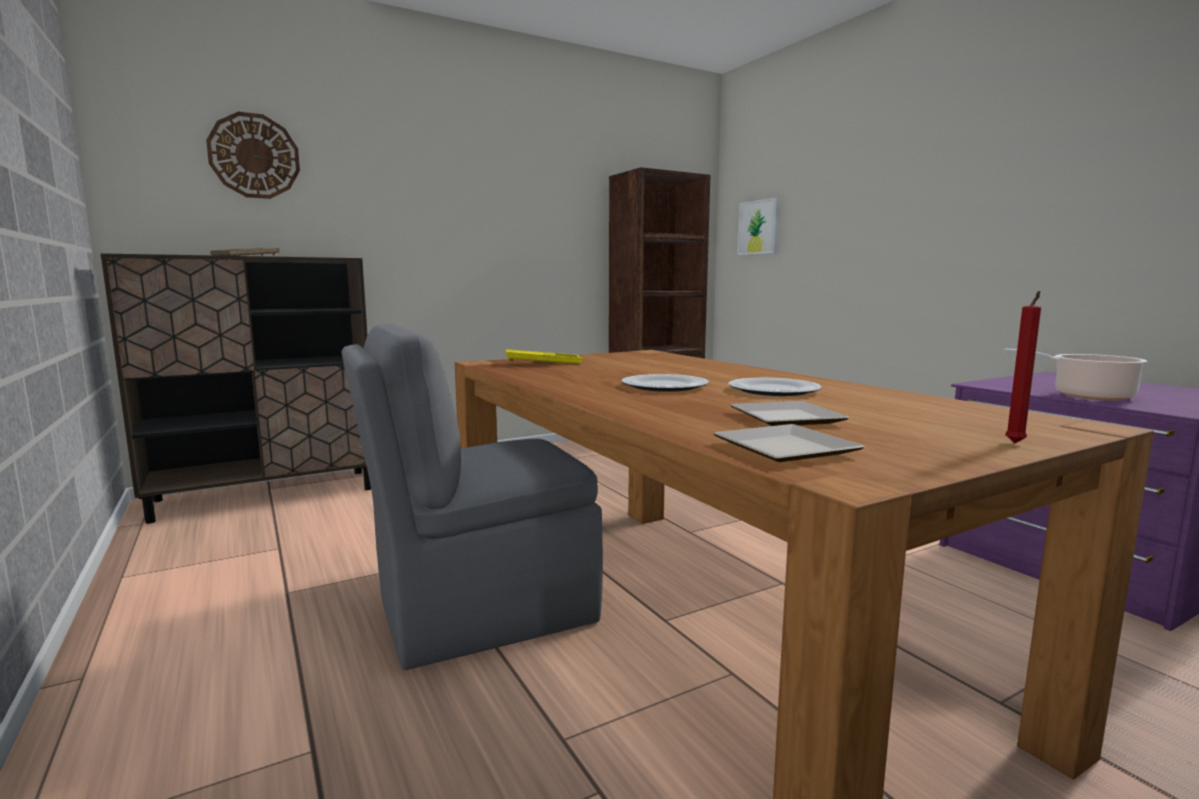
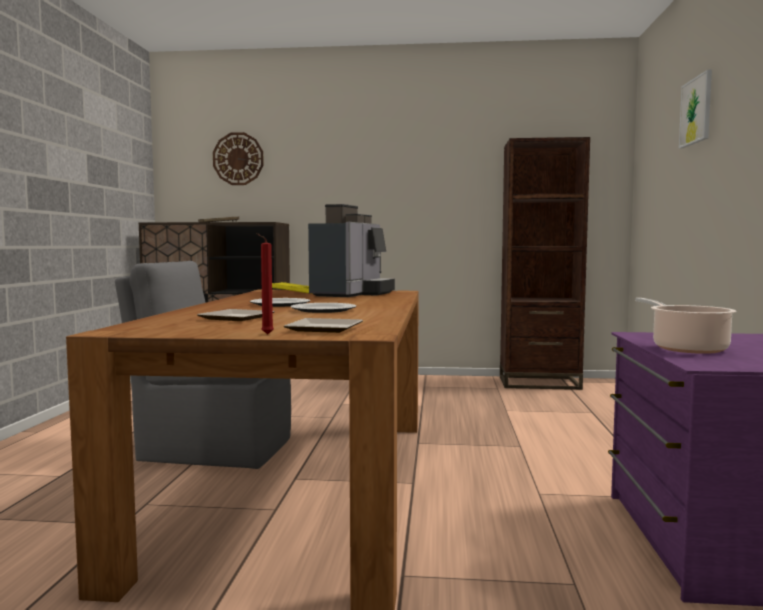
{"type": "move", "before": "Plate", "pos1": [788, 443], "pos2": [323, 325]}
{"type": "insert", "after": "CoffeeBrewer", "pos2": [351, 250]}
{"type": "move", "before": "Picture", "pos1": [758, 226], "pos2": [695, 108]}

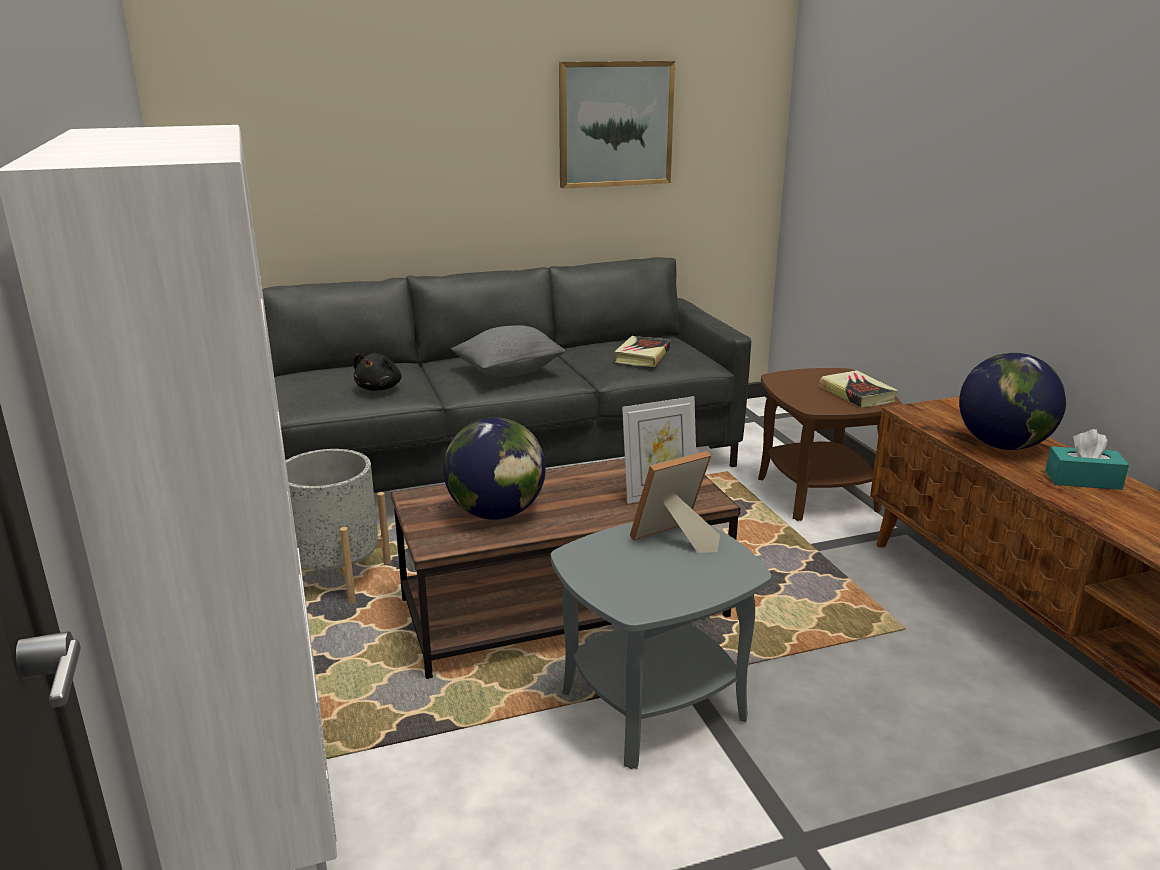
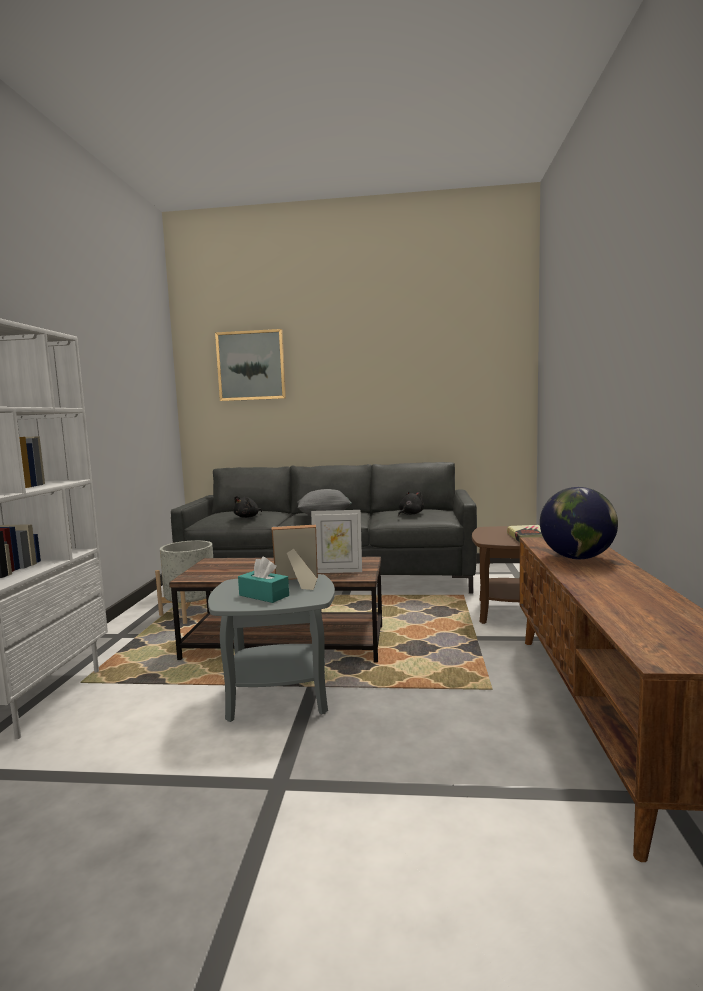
{"type": "move", "before": "Picture", "pos1": [617, 125], "pos2": [250, 365]}
{"type": "move", "before": "TurquoiseTissueBox", "pos1": [1087, 459], "pos2": [263, 580]}
{"type": "replace", "before": "Book", "after": "BlackColouredPlushToy", "pos1": [642, 351], "pos2": [411, 503]}
{"type": "delete", "before": "Globe", "pos1": [494, 468]}

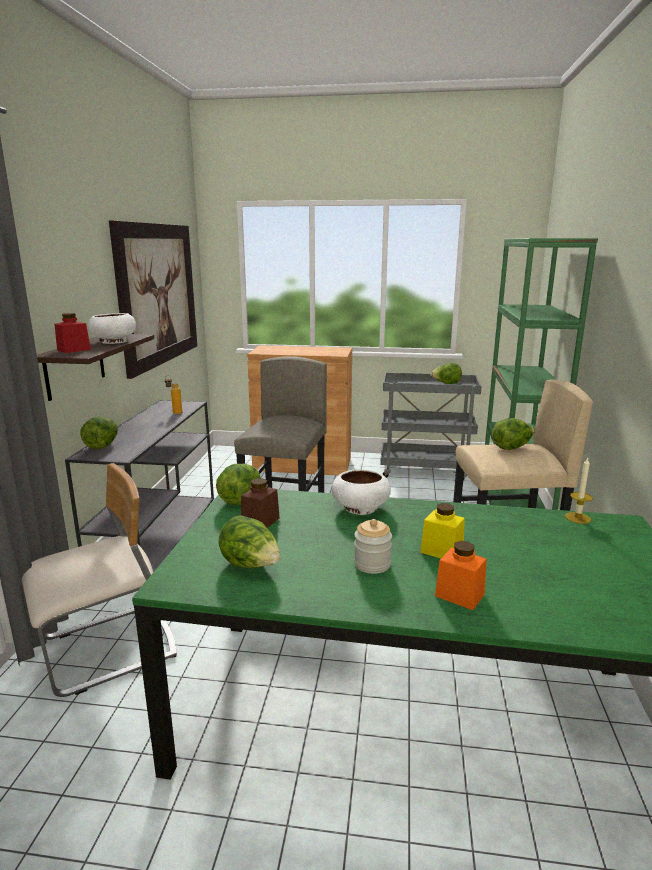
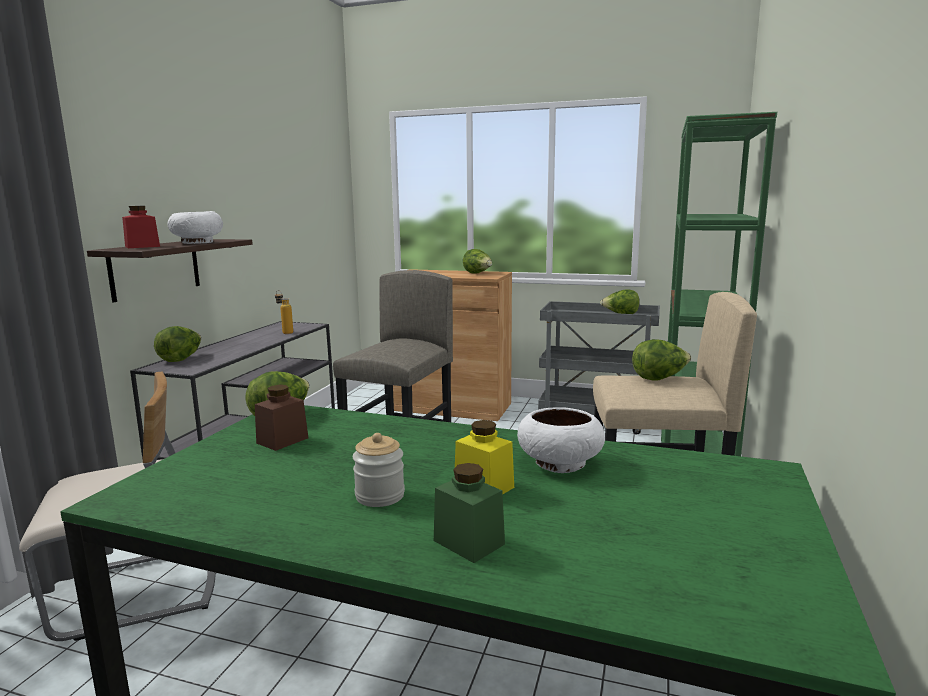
{"type": "recolor", "before": "OrangeStorageJar", "after": "GreenishStorageJar", "pos1": [461, 575], "pos2": [469, 513]}
{"type": "move", "before": "LettuceHead", "pos1": [250, 541], "pos2": [477, 261]}
{"type": "move", "before": "WhiteColouredBowl", "pos1": [361, 492], "pos2": [561, 440]}
{"type": "delete", "before": "Picture", "pos1": [153, 300]}
{"type": "delete", "before": "WaxCandle", "pos1": [579, 491]}

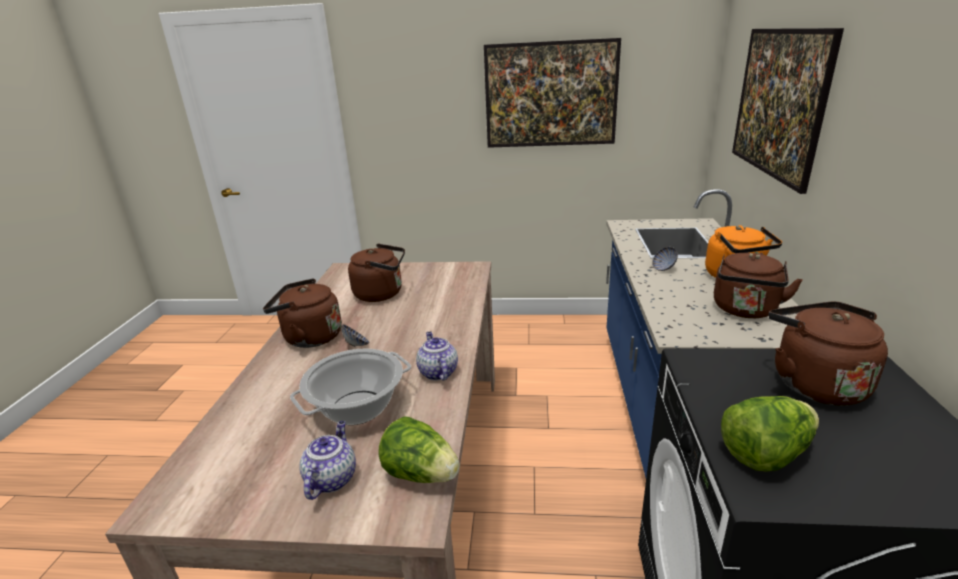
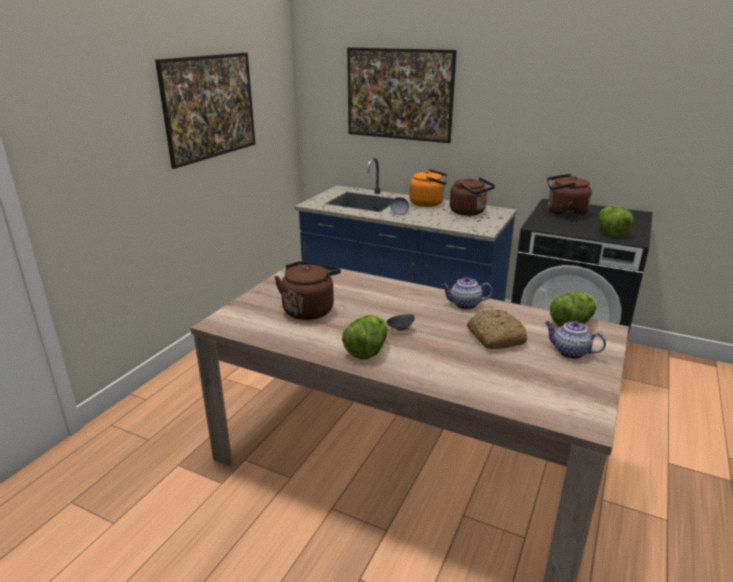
{"type": "replace", "before": "BrownColouredKettle", "after": "LettuceHead", "pos1": [302, 313], "pos2": [365, 337]}
{"type": "replace", "before": "CookingPot", "after": "Bread", "pos1": [350, 386], "pos2": [497, 329]}

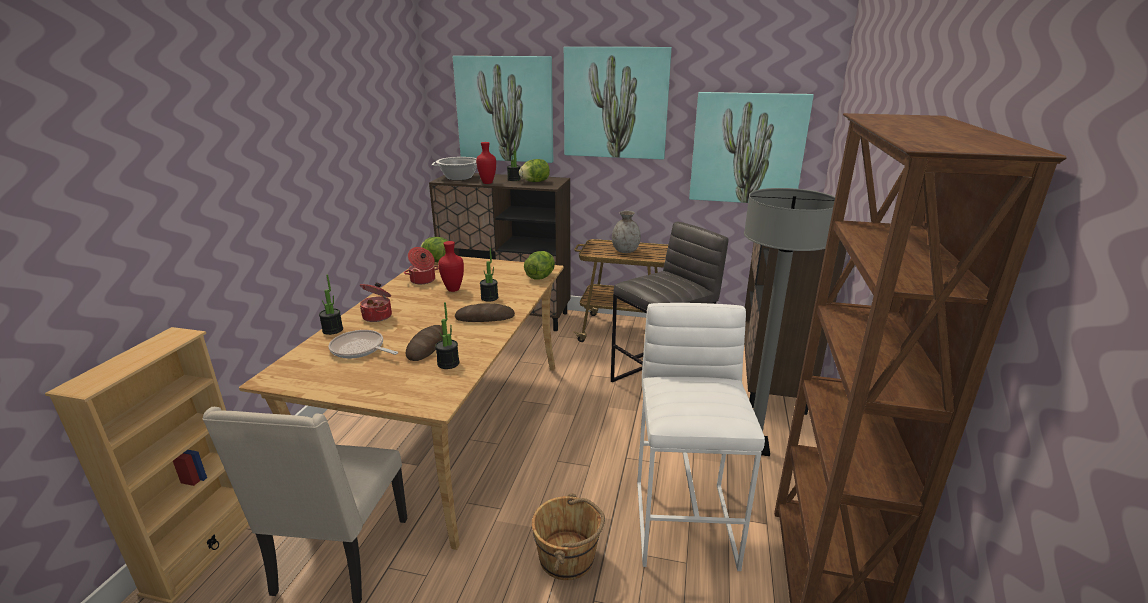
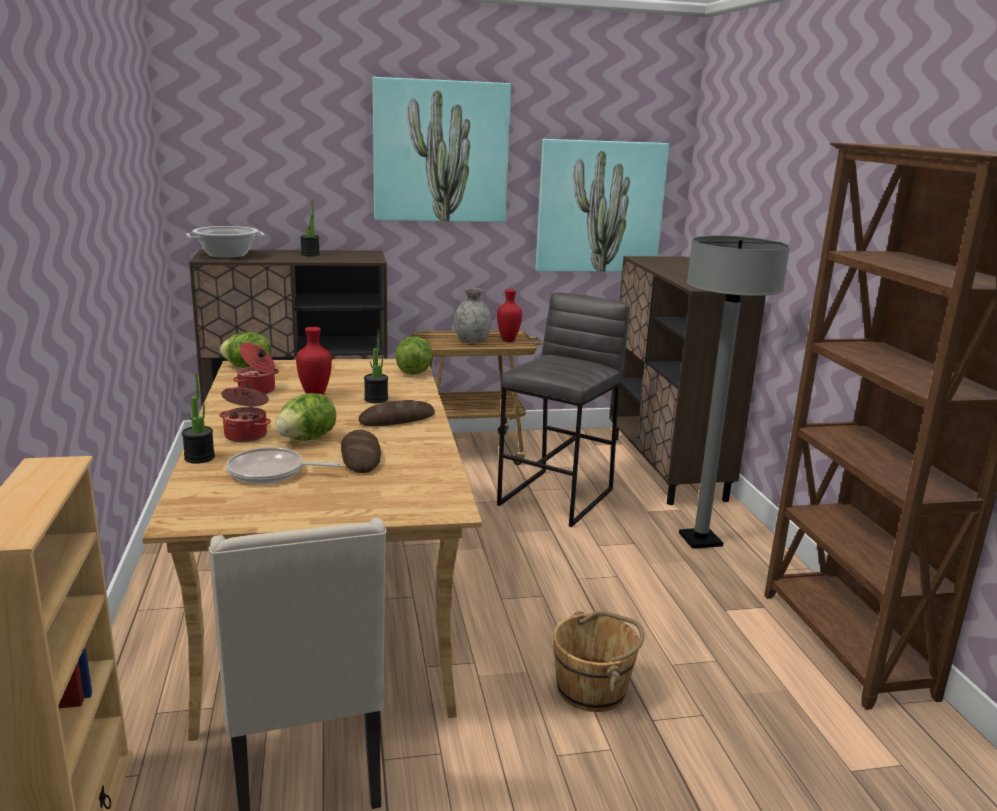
{"type": "move", "before": "LettuceHead", "pos1": [534, 170], "pos2": [305, 417]}
{"type": "move", "before": "ReddishDecorativeVase", "pos1": [486, 163], "pos2": [509, 315]}
{"type": "delete", "before": "Houseplant", "pos1": [447, 335]}
{"type": "delete", "before": "Picture", "pos1": [503, 109]}
{"type": "delete", "before": "WhiteColouredStool", "pos1": [701, 437]}

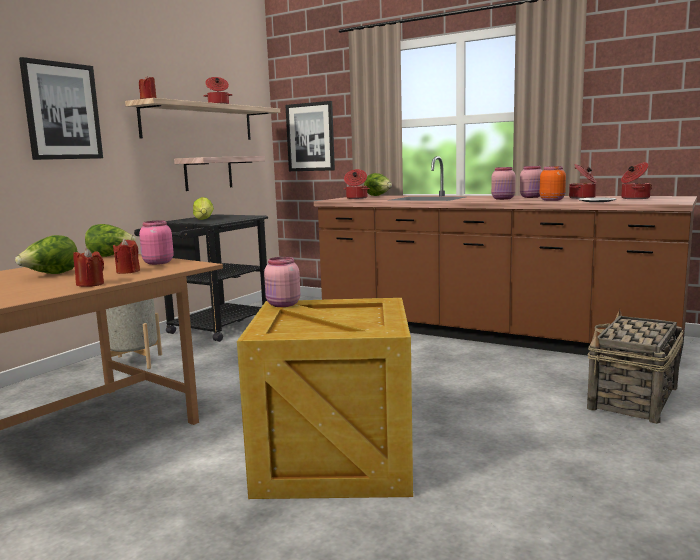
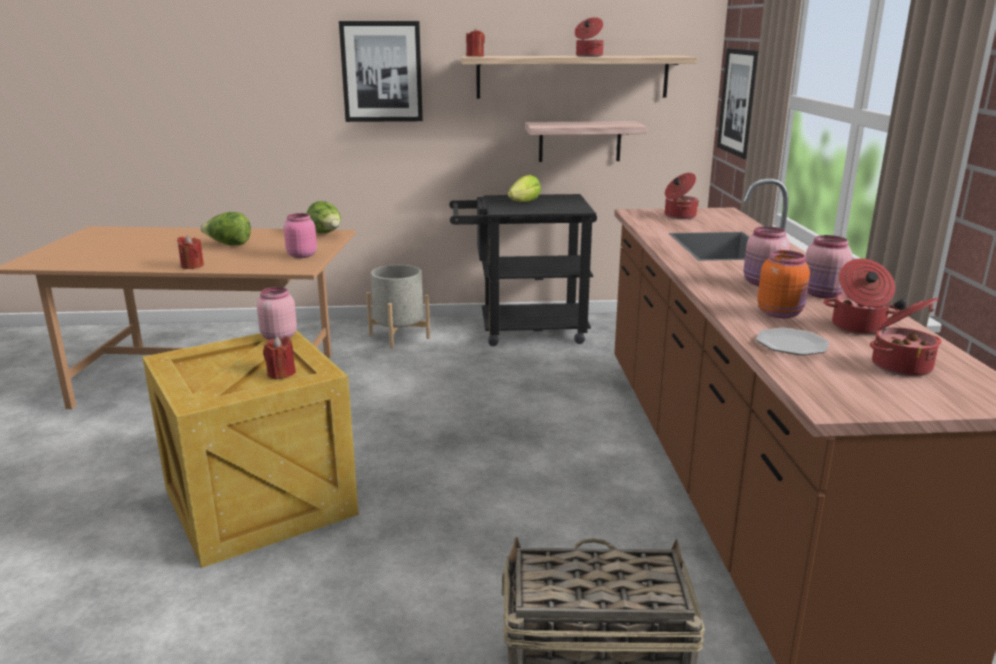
{"type": "move", "before": "ReddishWaxCandle", "pos1": [126, 256], "pos2": [279, 358]}
{"type": "delete", "before": "LettuceHead", "pos1": [378, 184]}

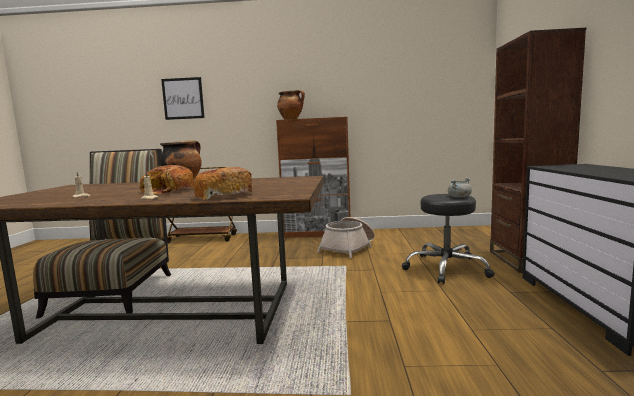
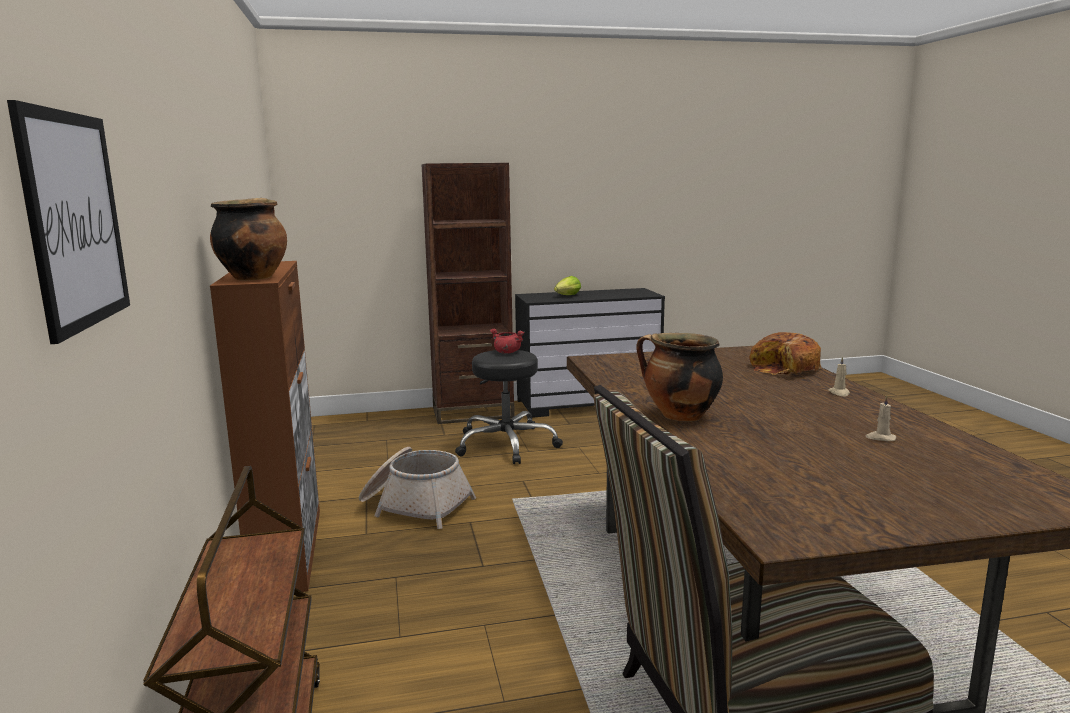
{"type": "recolor", "before": "GreyCookingPot", "after": "ReddishCookingPot", "pos1": [460, 187], "pos2": [507, 341]}
{"type": "insert", "after": "LettuceHead", "pos2": [567, 285]}
{"type": "delete", "before": "Bread", "pos1": [167, 179]}

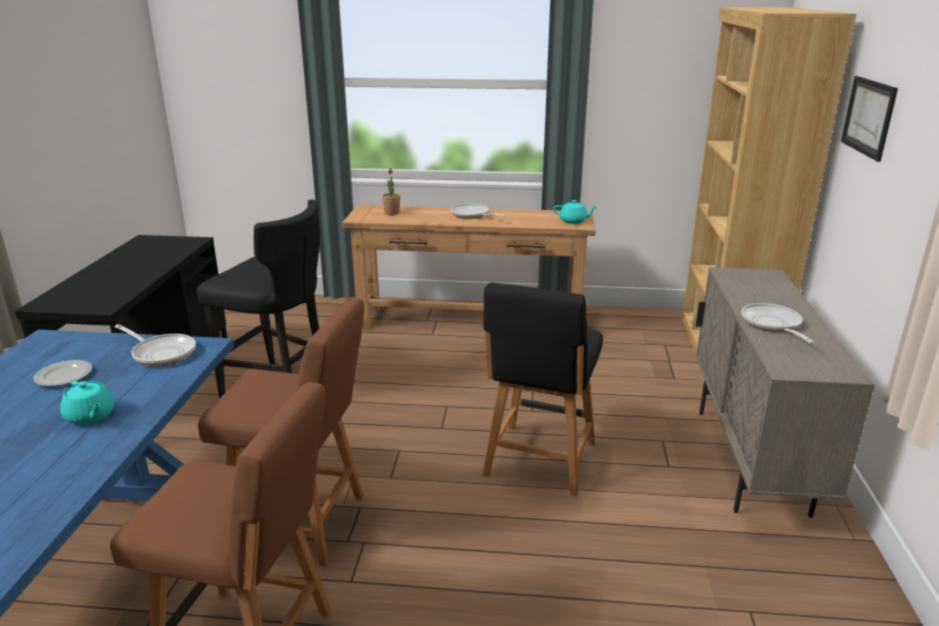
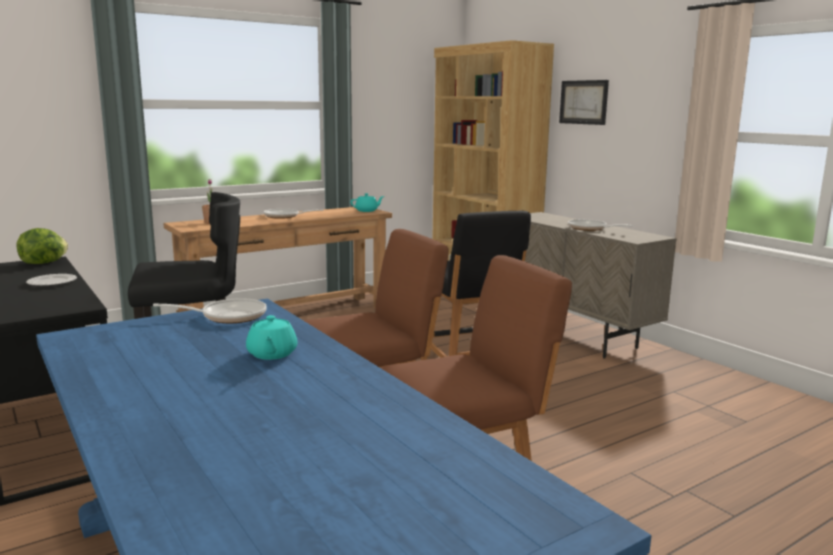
{"type": "insert", "after": "LettuceHead", "pos2": [42, 246]}
{"type": "move", "before": "Plate", "pos1": [63, 373], "pos2": [51, 280]}
{"type": "rotate", "before": "TurquoiseTeapot", "pos1": [87, 403], "pos2": [272, 337], "turn": 75}

